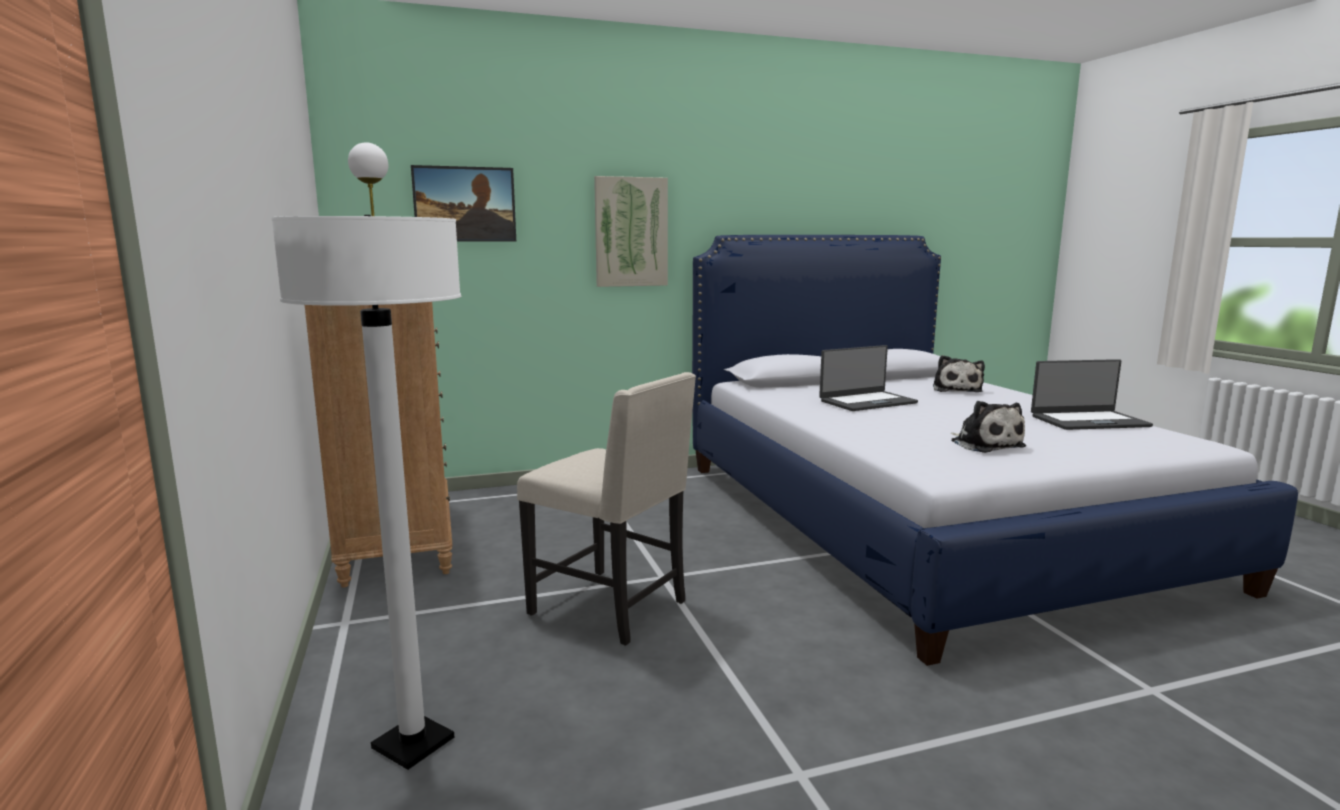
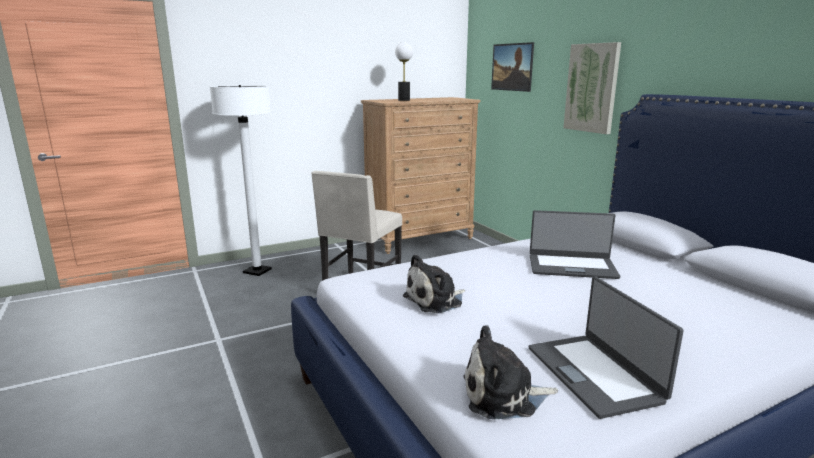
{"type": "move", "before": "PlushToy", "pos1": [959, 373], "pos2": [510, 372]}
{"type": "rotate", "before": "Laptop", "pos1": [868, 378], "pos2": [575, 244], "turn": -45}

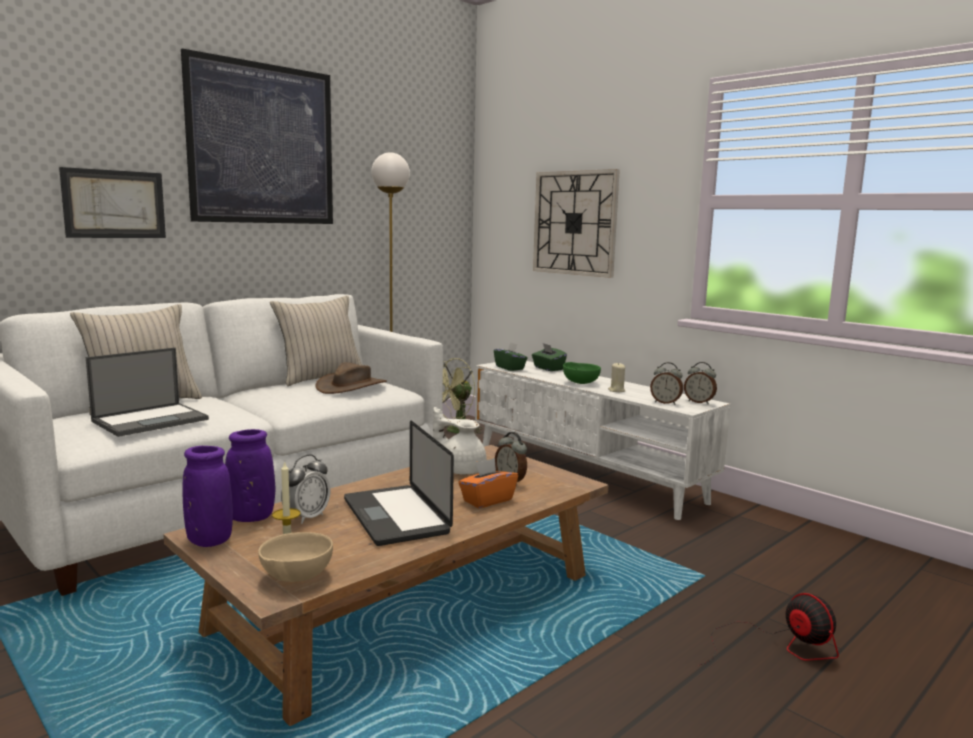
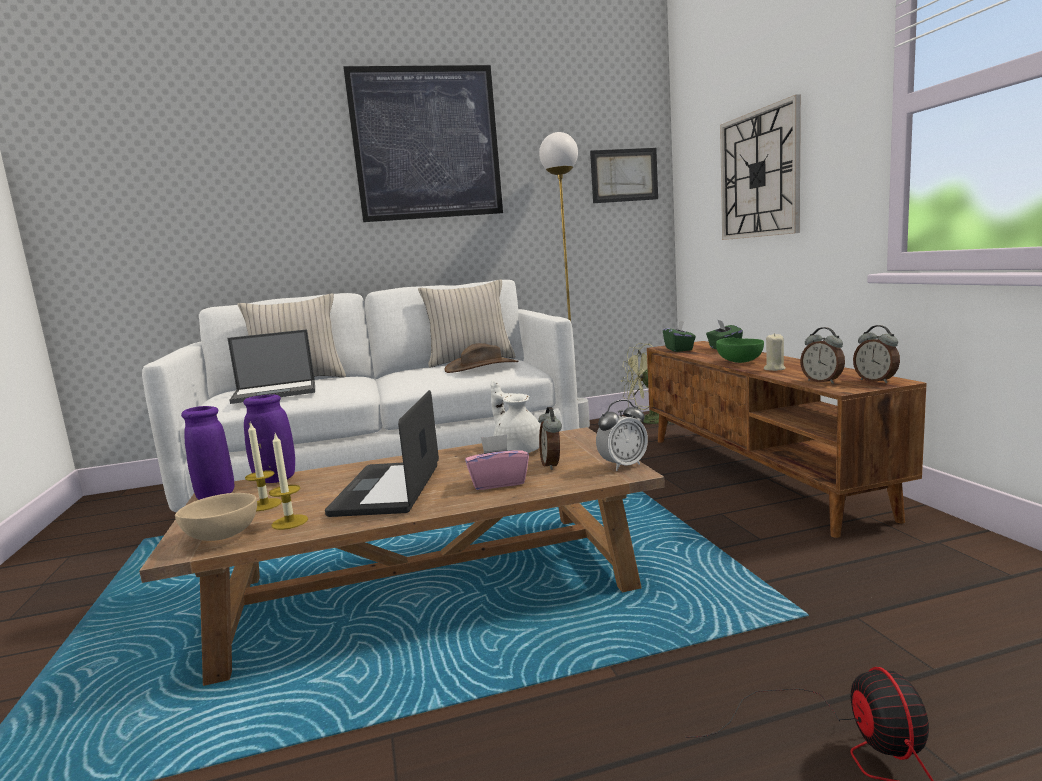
{"type": "insert", "after": "WaxCandle", "pos2": [288, 482]}
{"type": "recolor", "before": "OrangeTissueBox", "after": "PinkishTissueBox", "pos1": [488, 483], "pos2": [497, 462]}
{"type": "move", "before": "Picture", "pos1": [112, 202], "pos2": [624, 175]}
{"type": "move", "before": "TableClock", "pos1": [305, 489], "pos2": [622, 435]}
{"type": "recolor", "before": "WhiteColouredTvStand", "after": "BrownColouredTvStand", "pos1": [602, 440], "pos2": [787, 439]}

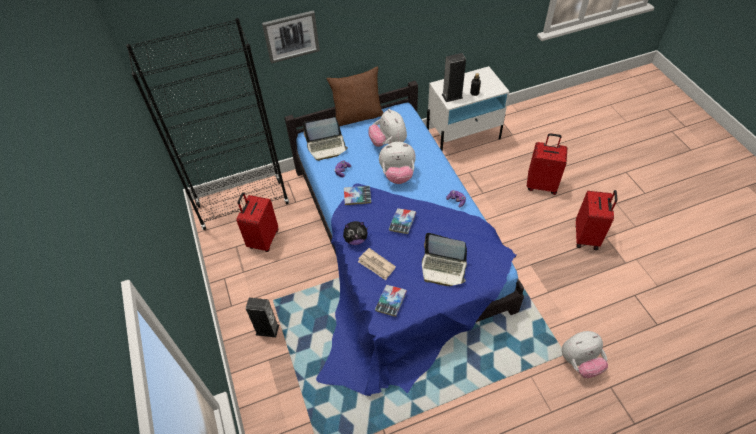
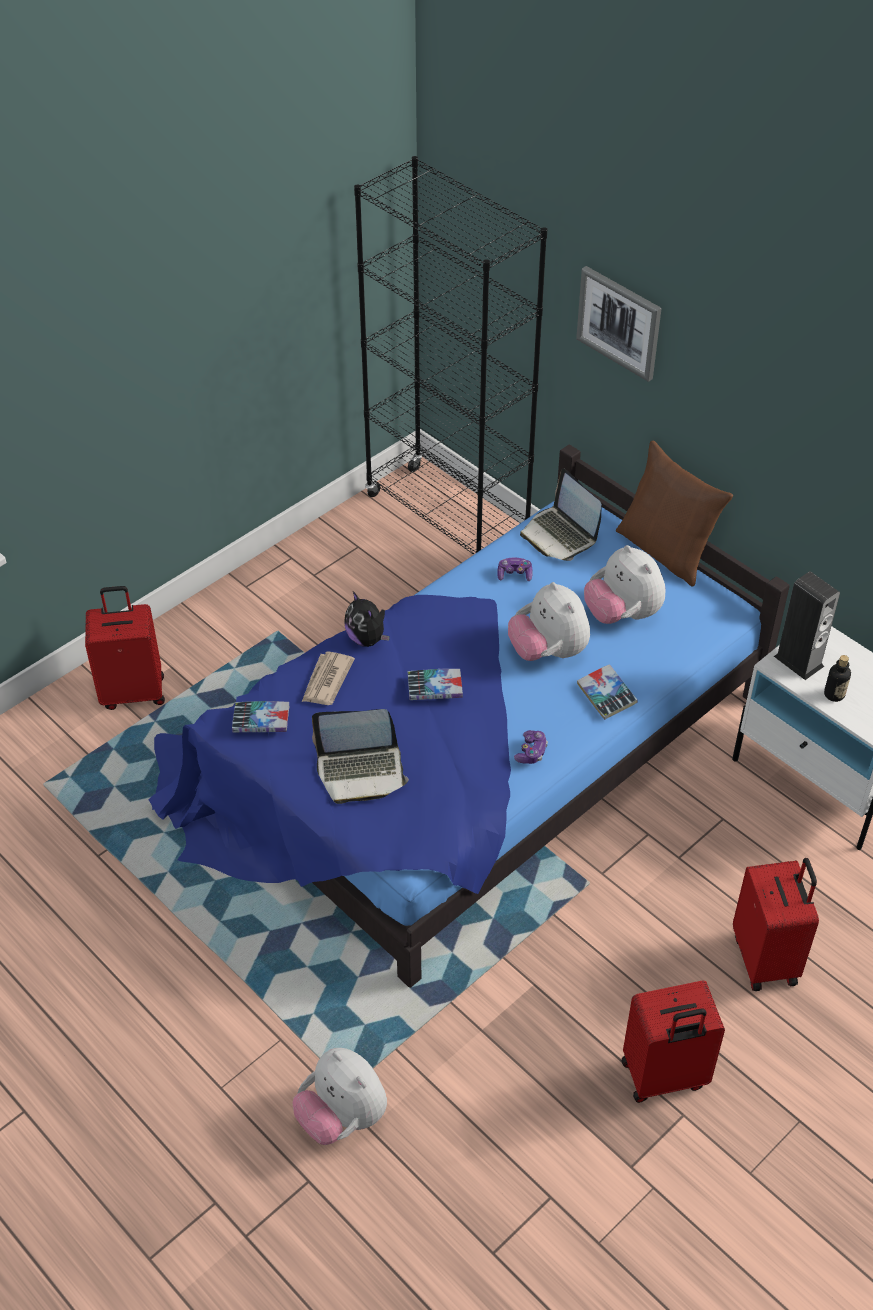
{"type": "move", "before": "ReddishPieceOfLuggage", "pos1": [257, 222], "pos2": [125, 648]}
{"type": "rotate", "before": "Laptop", "pos1": [444, 259], "pos2": [360, 756], "turn": -90}
{"type": "move", "before": "Book", "pos1": [357, 195], "pos2": [607, 692]}
{"type": "rotate", "before": "PlushToy", "pos1": [387, 128], "pos2": [624, 584], "turn": -75}
{"type": "delete", "before": "AudioSpeaker", "pos1": [262, 317]}

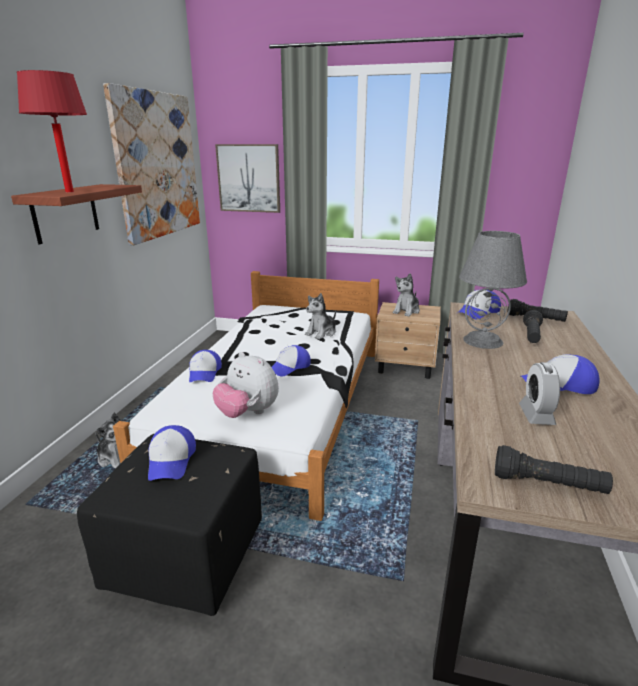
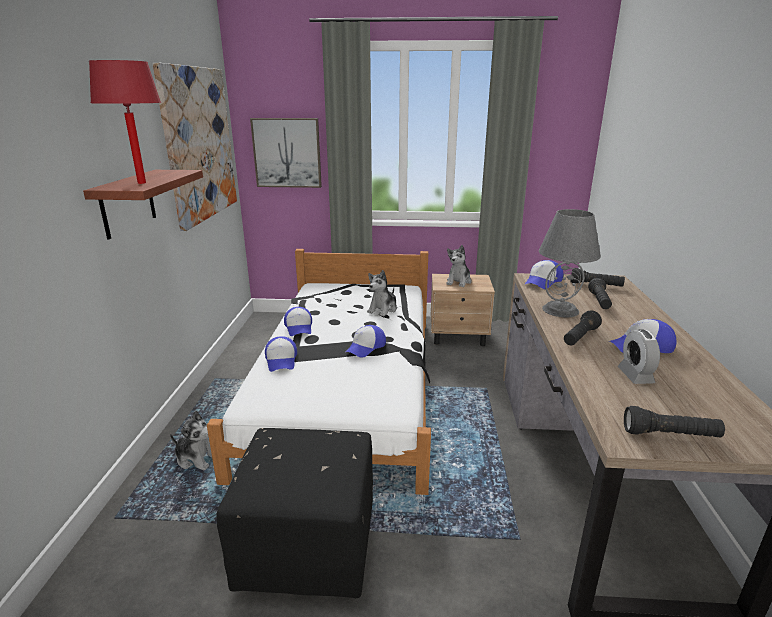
{"type": "move", "before": "Cap", "pos1": [172, 453], "pos2": [298, 321]}
{"type": "insert", "after": "BlackColouredHandTorch", "pos2": [583, 327]}
{"type": "delete", "before": "PlushToy", "pos1": [246, 385]}

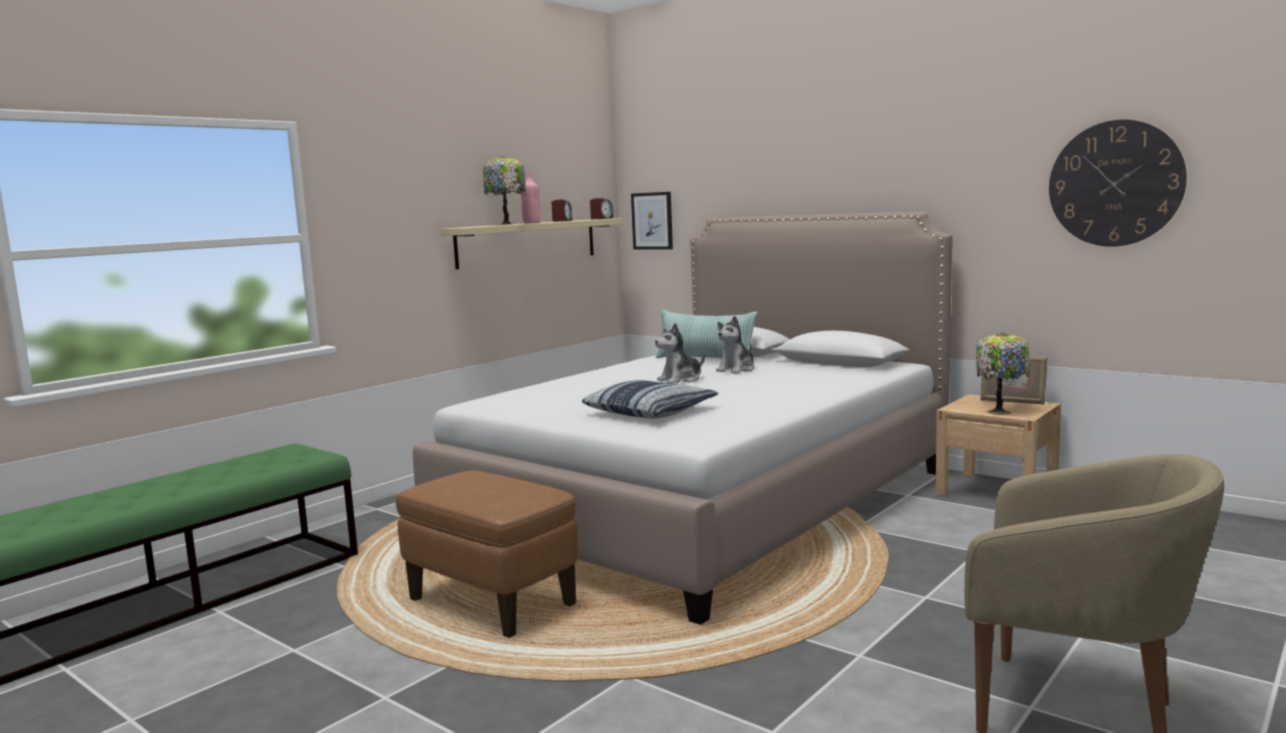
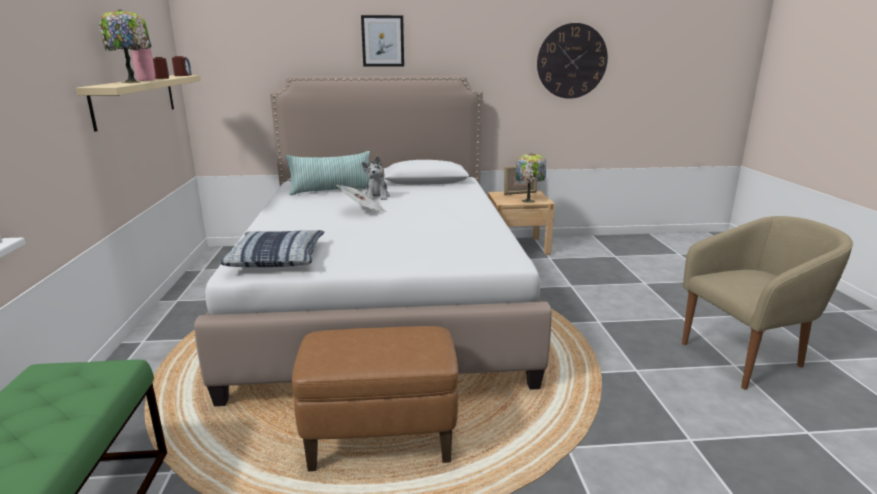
{"type": "move", "before": "Cushion", "pos1": [650, 399], "pos2": [272, 248]}
{"type": "replace", "before": "PlushToy", "after": "Newspaper", "pos1": [680, 353], "pos2": [361, 198]}
{"type": "move", "before": "Picture", "pos1": [652, 221], "pos2": [382, 40]}

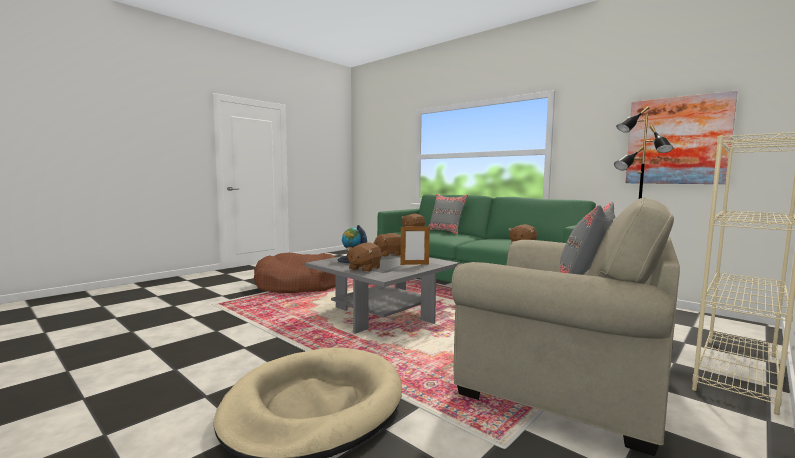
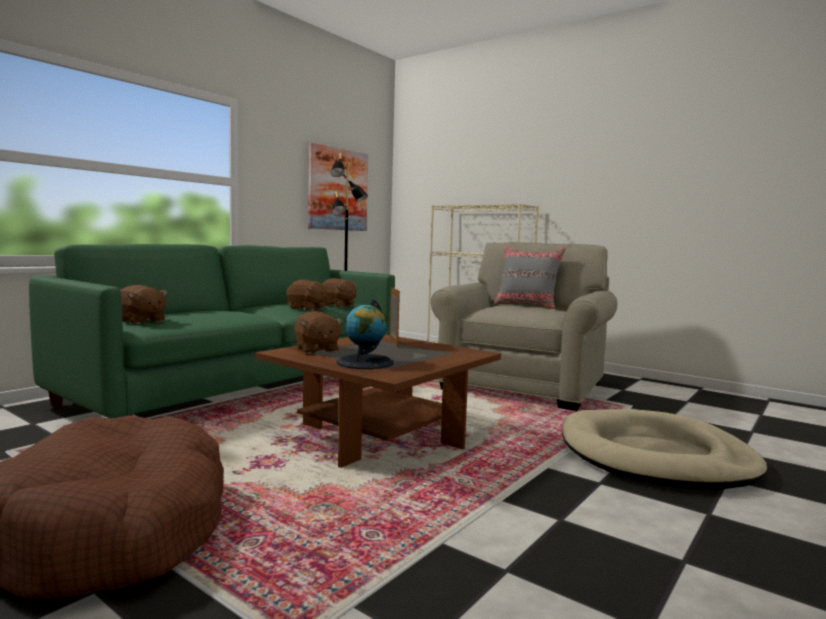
{"type": "recolor", "before": "GreyLowTable", "after": "BrownColouredLowTable", "pos1": [382, 294], "pos2": [378, 401]}
{"type": "move", "before": "BrownColouredPlushToy", "pos1": [364, 257], "pos2": [306, 295]}
{"type": "delete", "before": "GreyCushion", "pos1": [448, 214]}

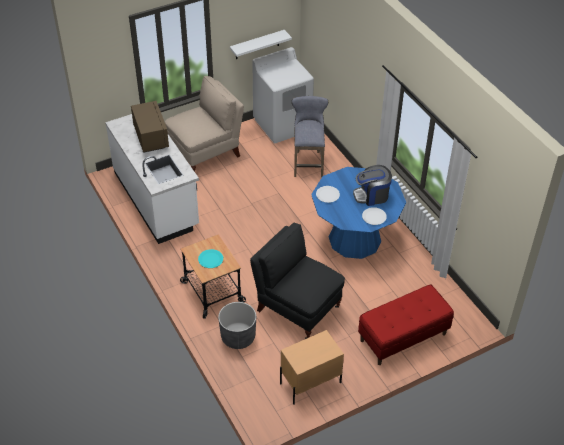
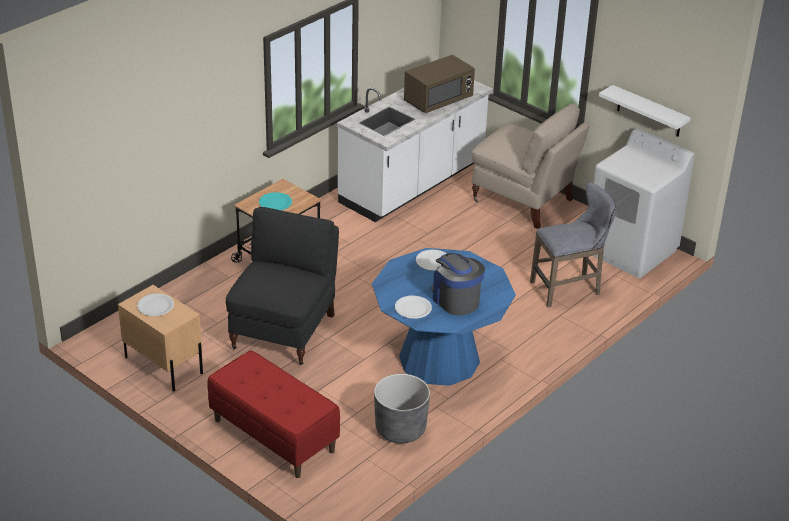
{"type": "insert", "after": "WhiteColouredPlate", "pos2": [155, 305]}
{"type": "move", "before": "GreyFlowerPot", "pos1": [237, 325], "pos2": [402, 408]}

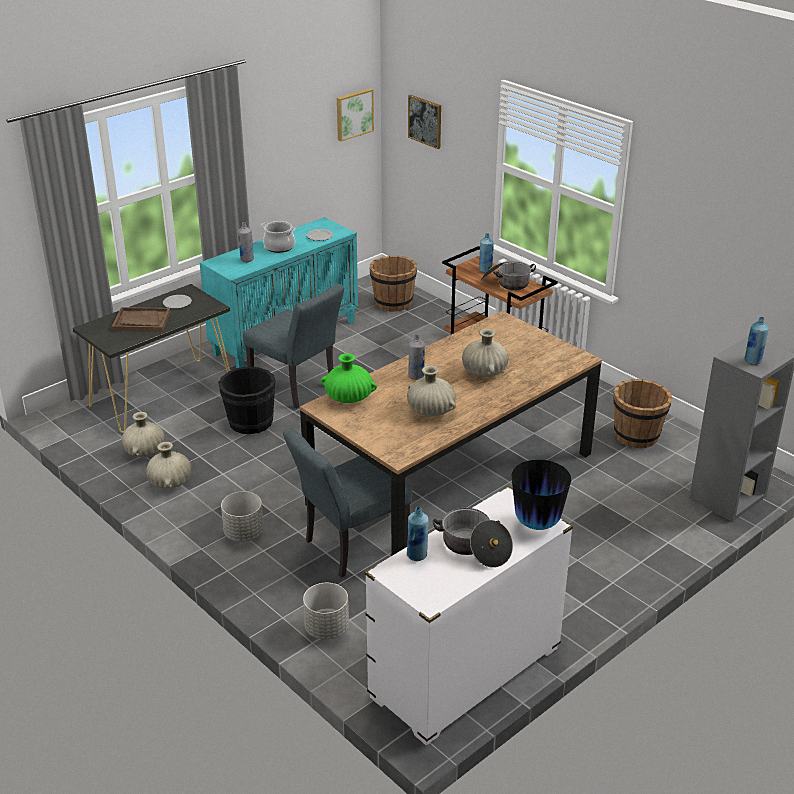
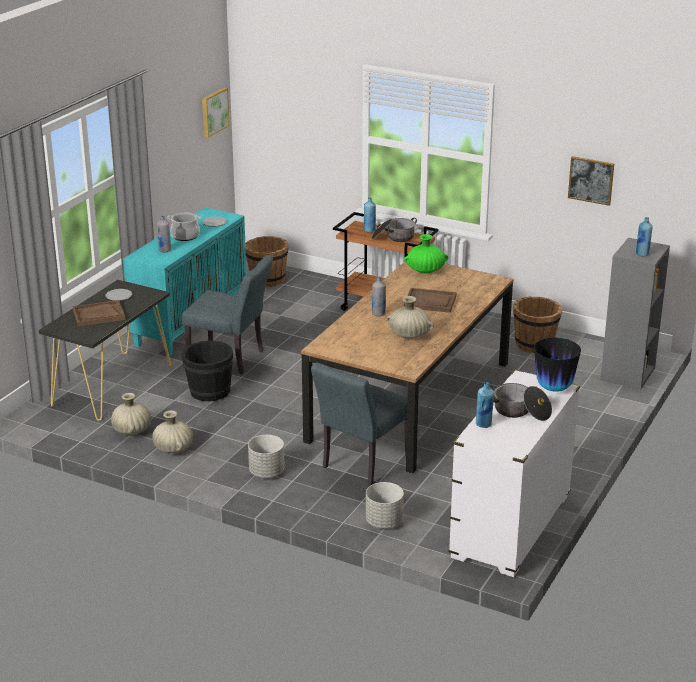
{"type": "move", "before": "GreenishDecorativeVase", "pos1": [349, 378], "pos2": [426, 253]}
{"type": "replace", "before": "BeigeColouredDecorativeVase", "after": "BrownColouredCarryingTray", "pos1": [485, 353], "pos2": [430, 300]}
{"type": "move", "before": "Picture", "pos1": [424, 121], "pos2": [591, 181]}

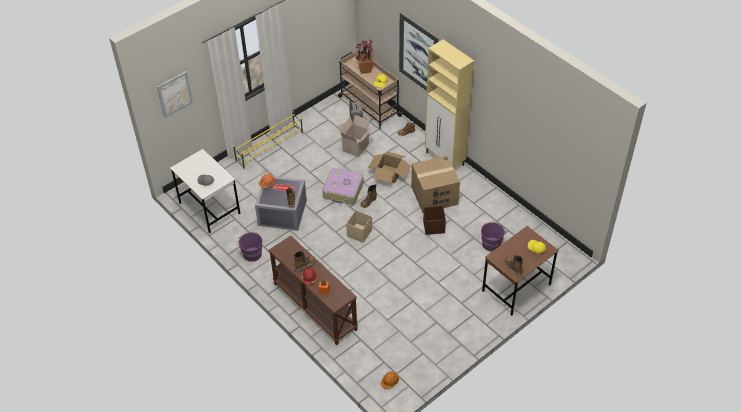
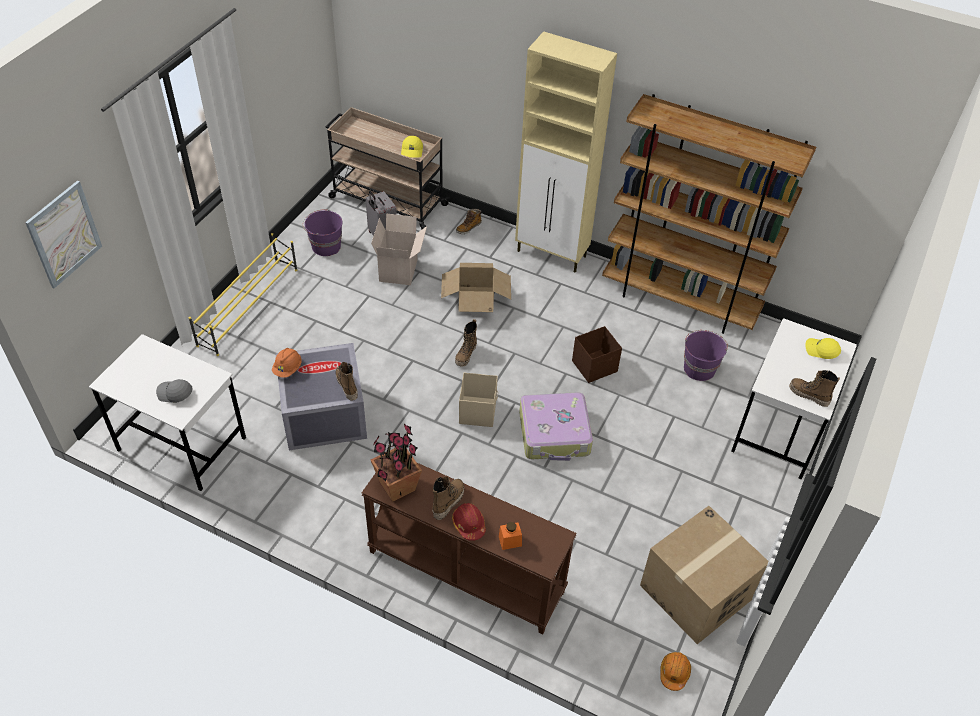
{"type": "move", "before": "PurplishBucket", "pos1": [249, 247], "pos2": [323, 232]}
{"type": "move", "before": "Houseplant", "pos1": [365, 56], "pos2": [396, 463]}
{"type": "move", "before": "PieceOfLuggage", "pos1": [343, 186], "pos2": [556, 426]}
{"type": "insert", "after": "BrownColouredBookcase", "pos2": [709, 214]}
{"type": "move", "before": "Carton", "pos1": [435, 184], "pos2": [704, 575]}
{"type": "recolor", "before": "BrownColouredDeskTable", "after": "WhiteColouredDeskTable", "pos1": [520, 271], "pos2": [794, 398]}
{"type": "delete", "before": "Picture", "pos1": [419, 52]}

